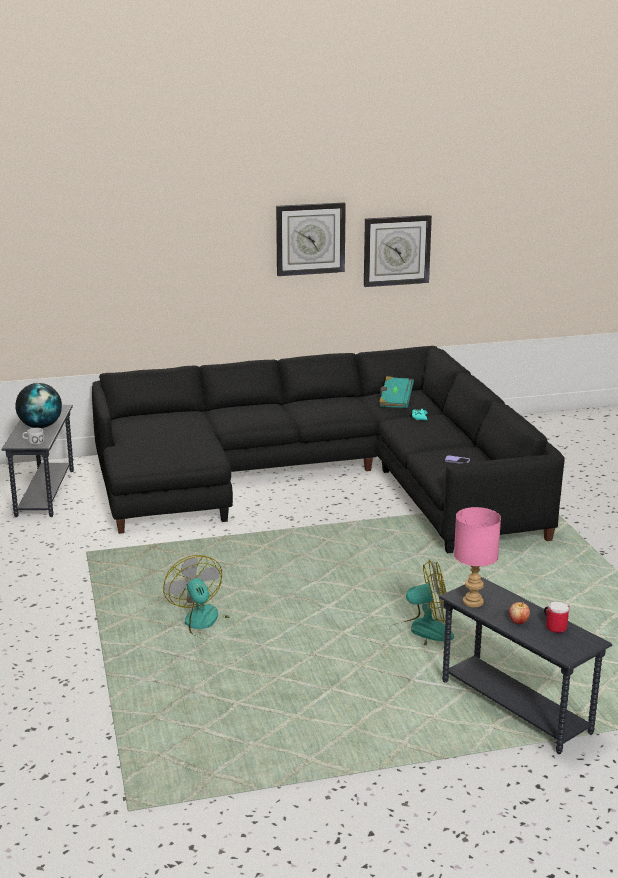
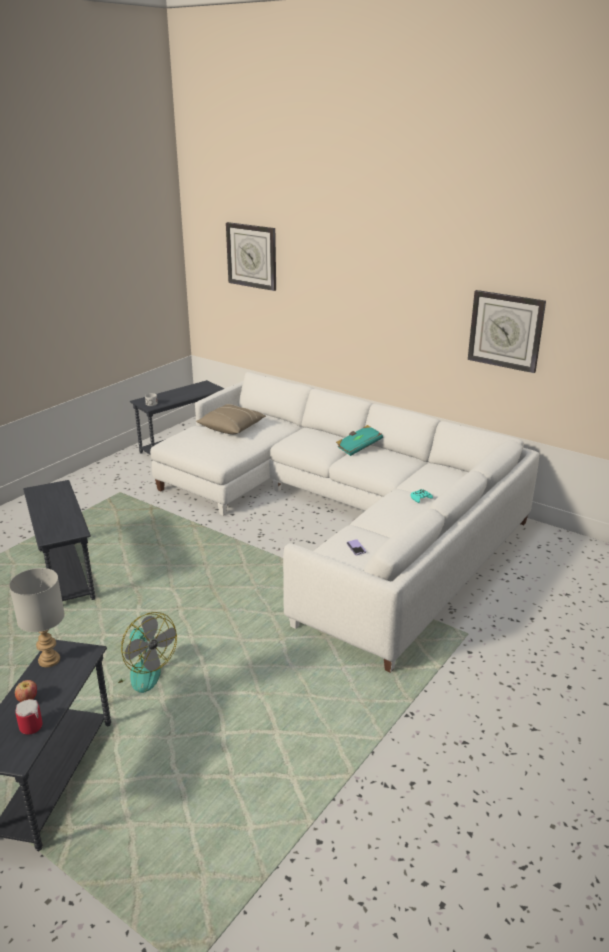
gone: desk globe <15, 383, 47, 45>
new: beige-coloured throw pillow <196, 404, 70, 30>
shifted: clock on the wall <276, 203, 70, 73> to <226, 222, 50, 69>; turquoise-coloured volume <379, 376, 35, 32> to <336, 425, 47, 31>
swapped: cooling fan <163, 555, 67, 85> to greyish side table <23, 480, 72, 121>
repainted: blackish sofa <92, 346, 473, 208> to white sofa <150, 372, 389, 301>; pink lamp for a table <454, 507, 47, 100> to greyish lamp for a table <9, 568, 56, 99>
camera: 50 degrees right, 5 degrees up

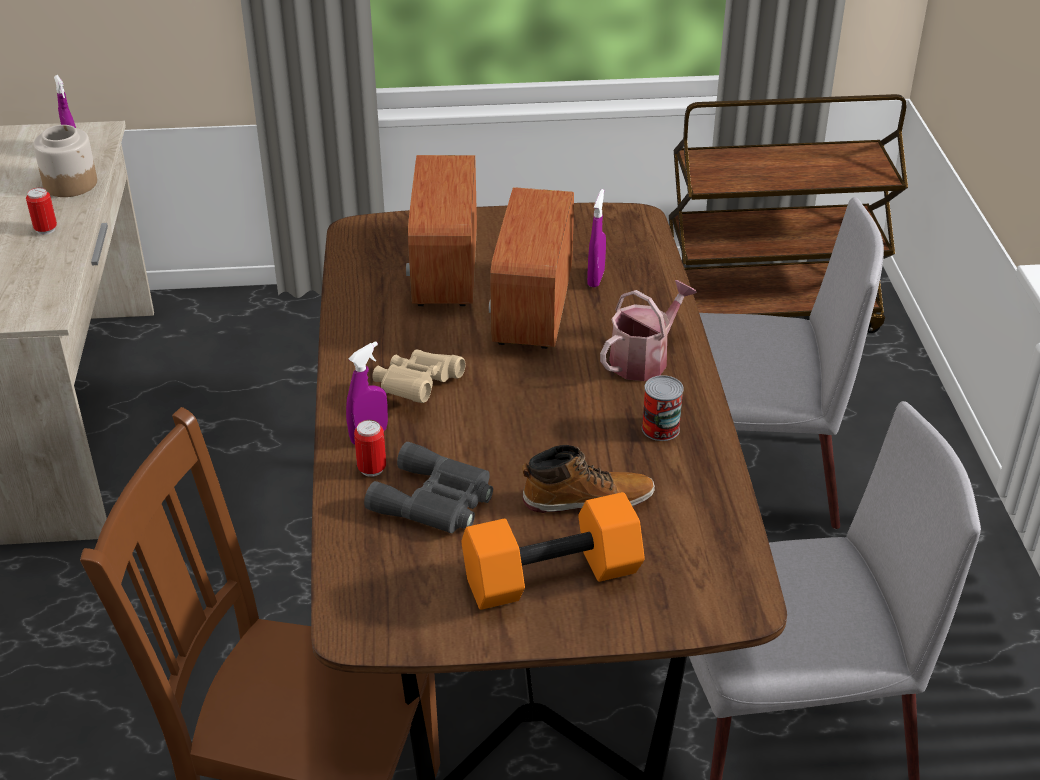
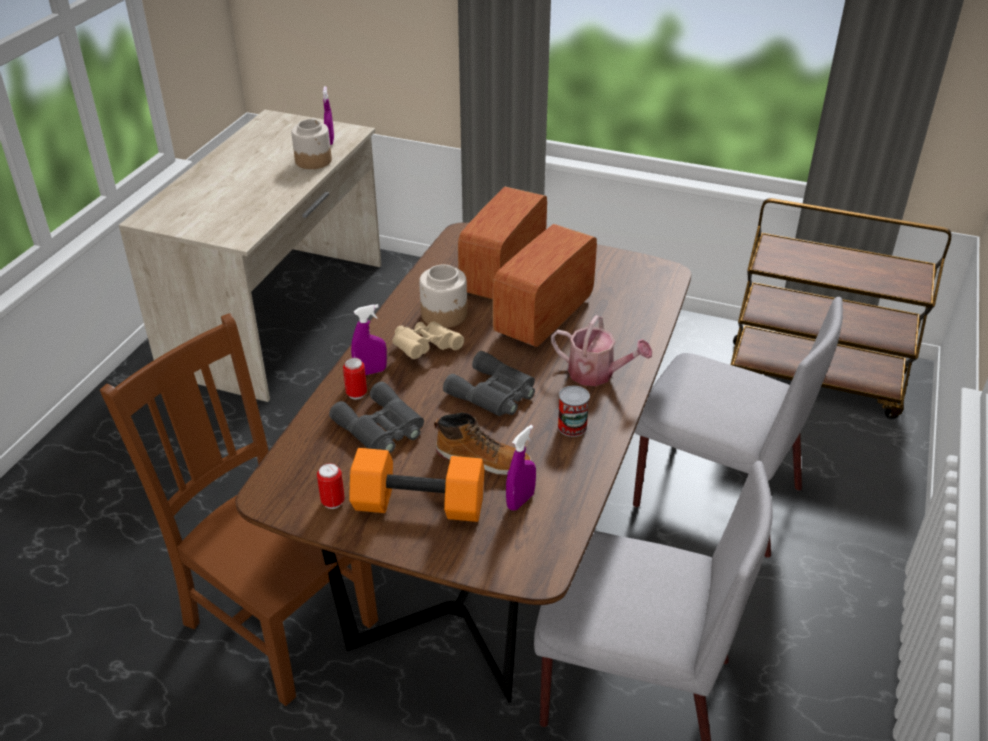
new: preserve jar <419, 264, 48, 64>; greyish field glasses <443, 351, 92, 65>
shifted: metal can <26, 187, 31, 48> to <317, 463, 28, 46>; purple hand sprayer <587, 189, 19, 98> to <506, 425, 30, 86>
rotated: watering pot <600, 280, 97, 101> = <551, 315, 101, 71> 45 degrees clockwise
camera: 25 degrees right, 0 degrees up

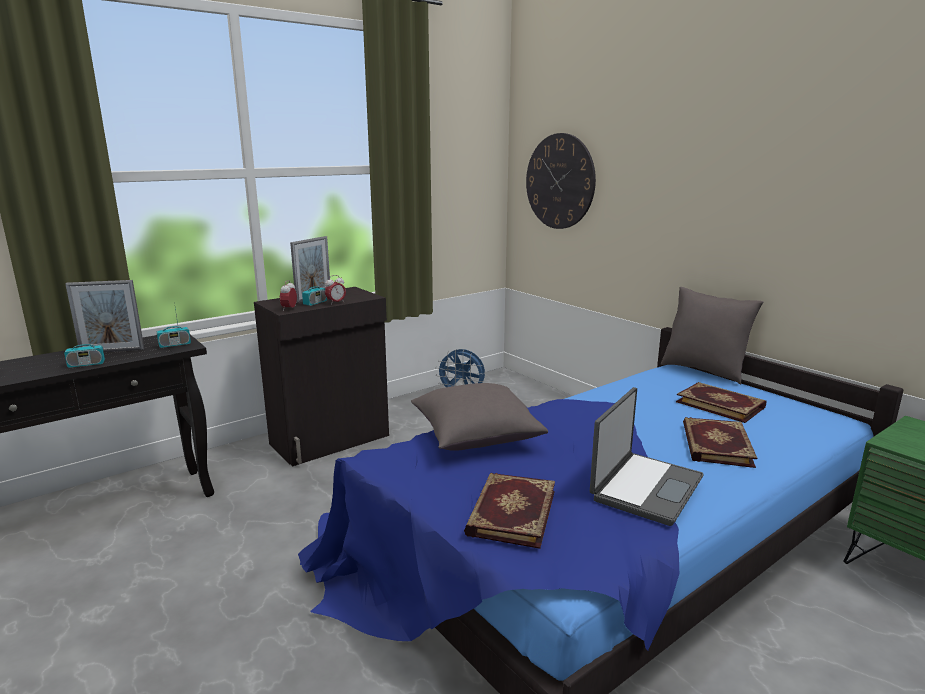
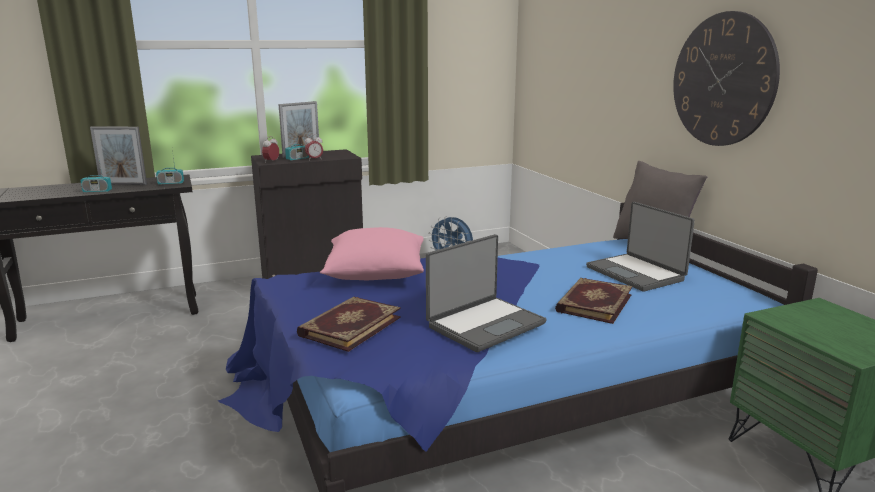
shifted: clock on the wall <526, 133, 70, 96> to <673, 11, 107, 135>
swapped: volume <676, 382, 90, 41> to notebook computer <586, 202, 109, 89>
repainted: greyish throw pillow <411, 383, 137, 68> to pink throw pillow <320, 227, 104, 53>
camera: 15 degrees right, 0 degrees up

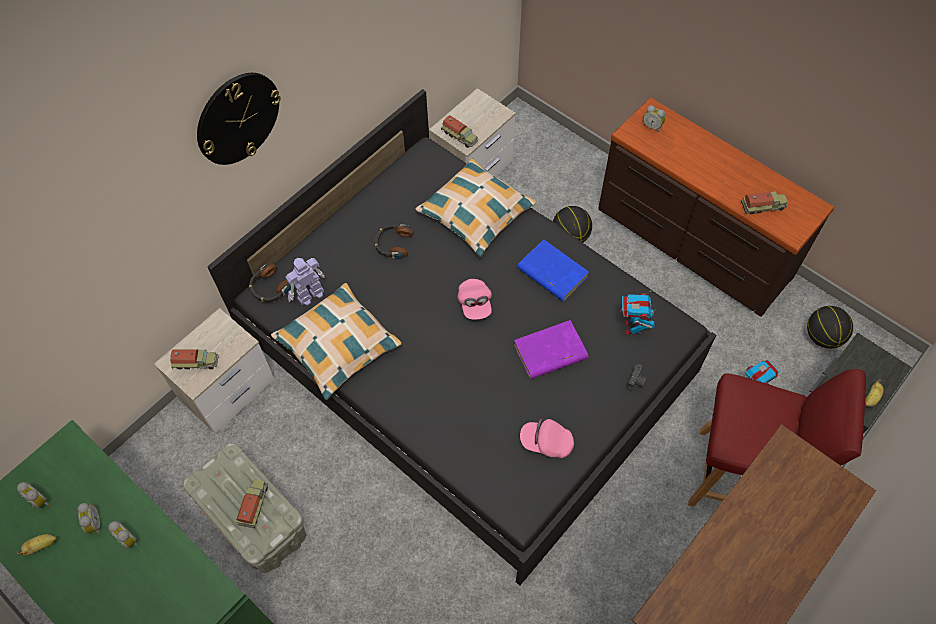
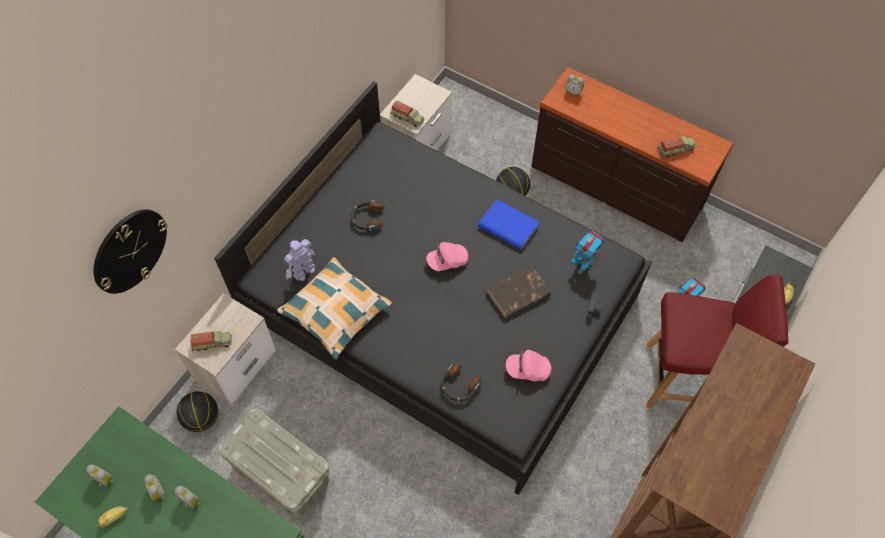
gone: throw pillow <415, 158, 121, 99>; model truck <236, 479, 32, 49>
shifted: clock on the wall <197, 73, 84, 92> to <93, 210, 74, 84>; headset <249, 264, 42, 38> to <441, 363, 40, 39>; basketball ball <807, 306, 46, 43> to <177, 391, 41, 41>
repainted: purple volume <514, 320, 74, 59> to brown volume <487, 265, 64, 54>
rotated: pink baseball cap <457, 279, 35, 41> = <426, 242, 42, 29> 90 degrees clockwise; robot figure <621, 288, 35, 47> = <571, 231, 33, 40> 135 degrees clockwise
camera: 10 degrees left, 0 degrees up

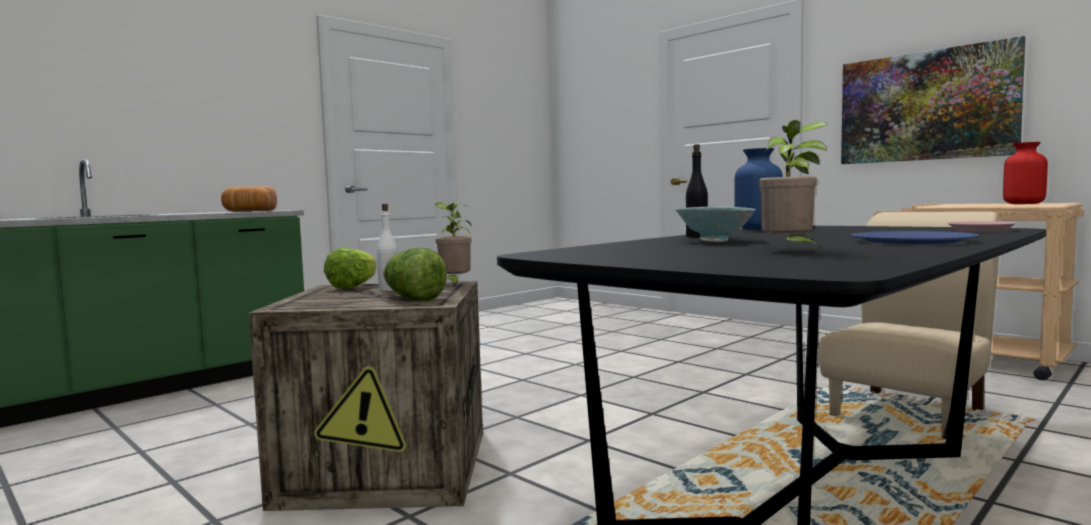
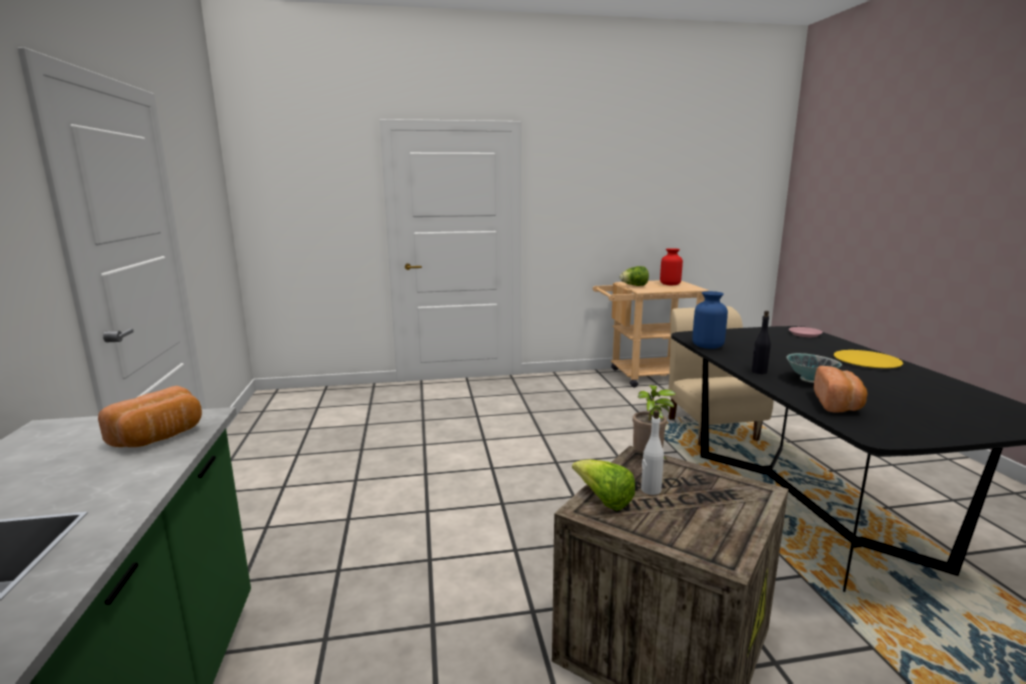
gone: wall art <841, 36, 185, 128>; potted plant <758, 120, 71, 132>
new: bread <814, 366, 53, 47>
shifted: head of lettuce <383, 248, 64, 53> to <620, 266, 29, 20>
repainted: bluish flat dish <850, 231, 129, 13> to yellowish flat dish <834, 350, 69, 18>
camera: 55 degrees left, 10 degrees up

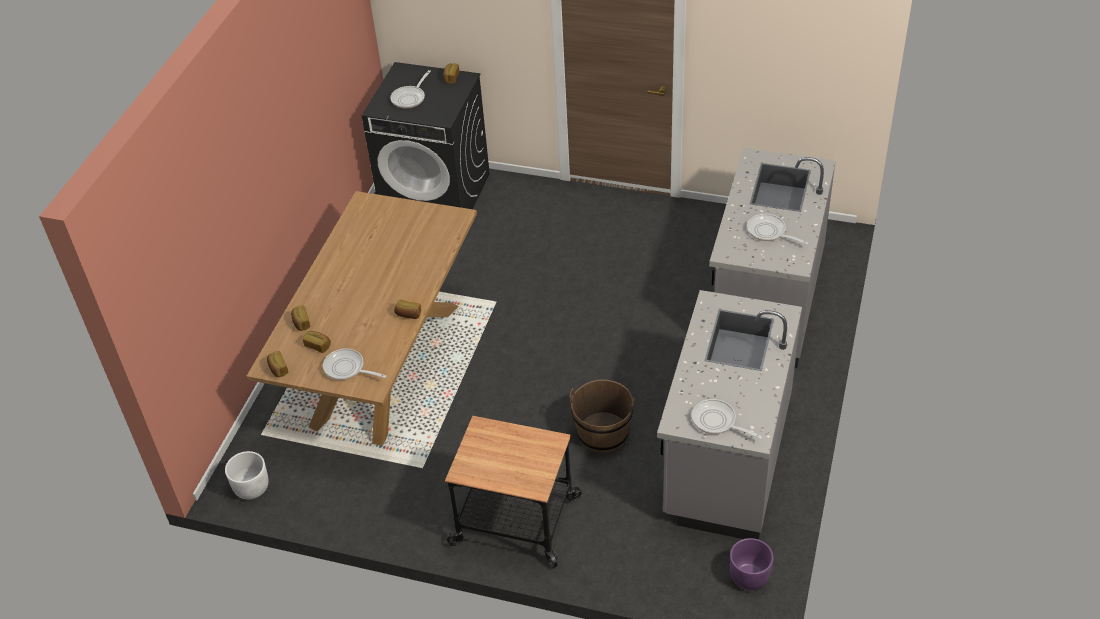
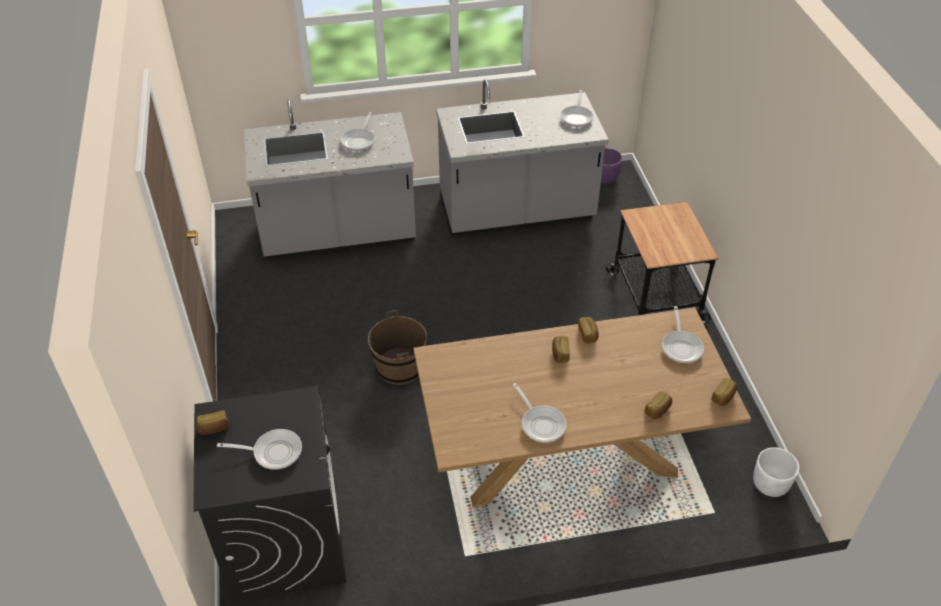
new: frying pan <513, 383, 54, 60>
shifted: bread <303, 331, 28, 22> to <552, 336, 18, 27>; brown water bucket <570, 380, 64, 73> to <368, 310, 59, 75>
camera: 120 degrees left, 0 degrees up

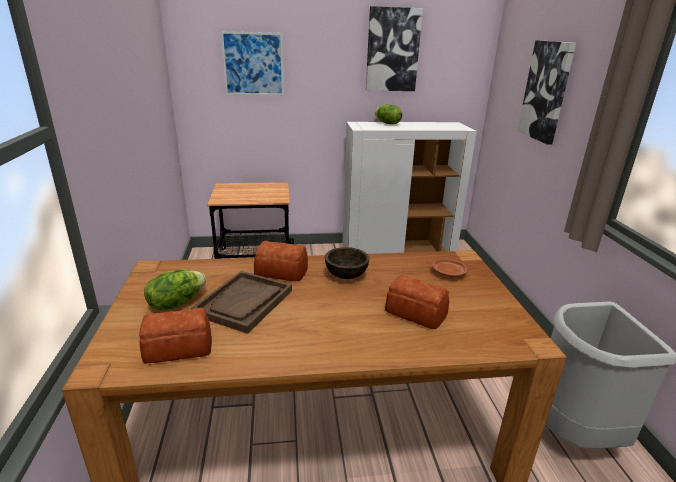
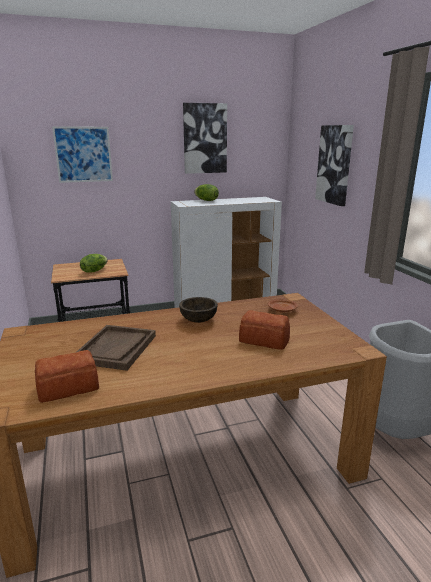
gone: bread <254, 241, 54, 40>
shifted: head of lettuce <144, 269, 62, 41> to <80, 254, 28, 19>
camera: 10 degrees left, 5 degrees down

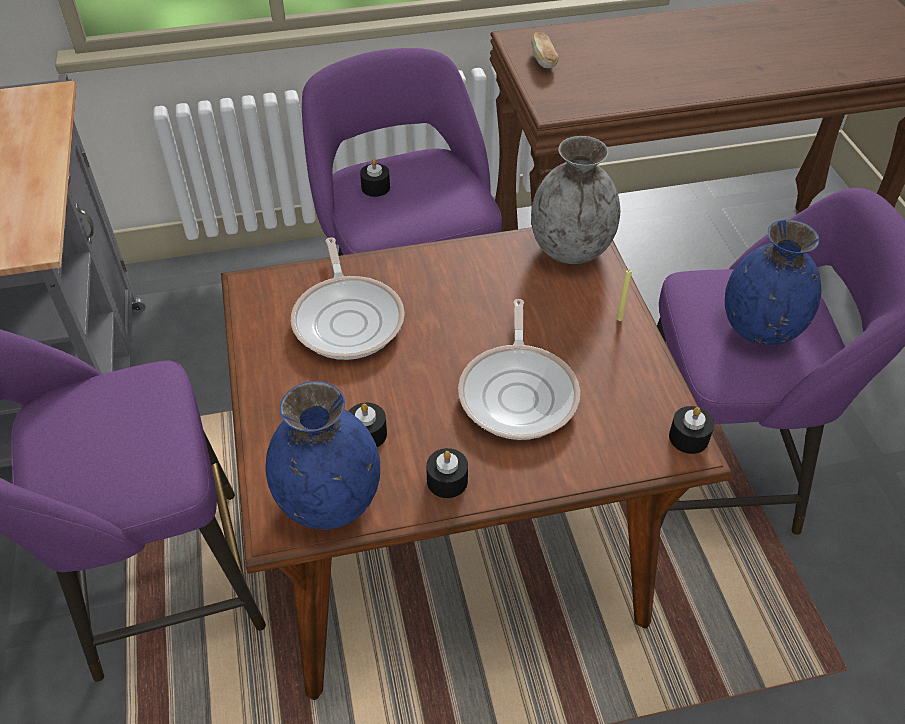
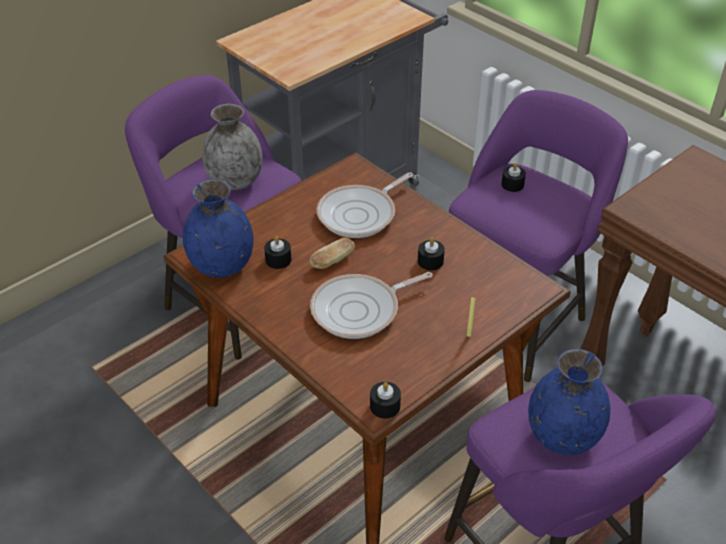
shifted: bread <531, 32, 27, 36> to <310, 238, 45, 31>; greyish decorative vase <531, 136, 89, 128> to <202, 104, 60, 86>; blackish candle <426, 448, 42, 50> to <418, 238, 27, 32>
camera: 60 degrees right, 5 degrees down

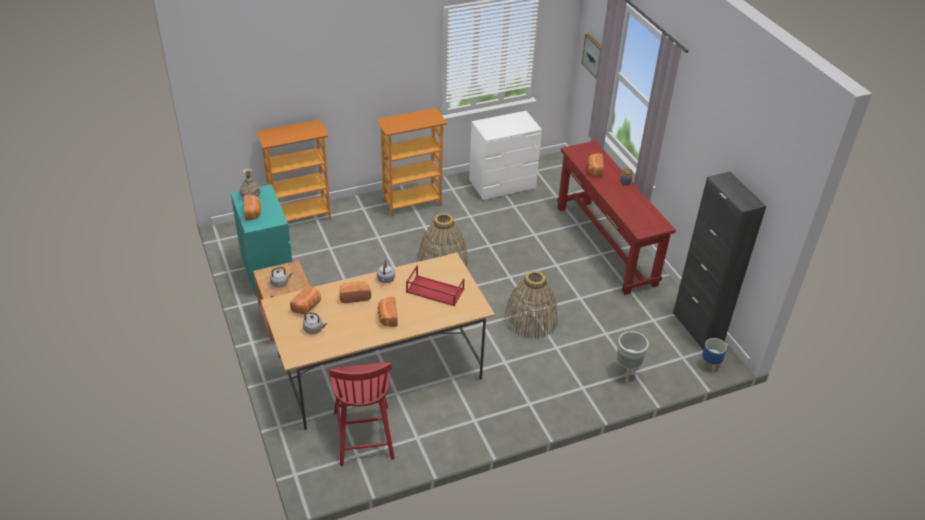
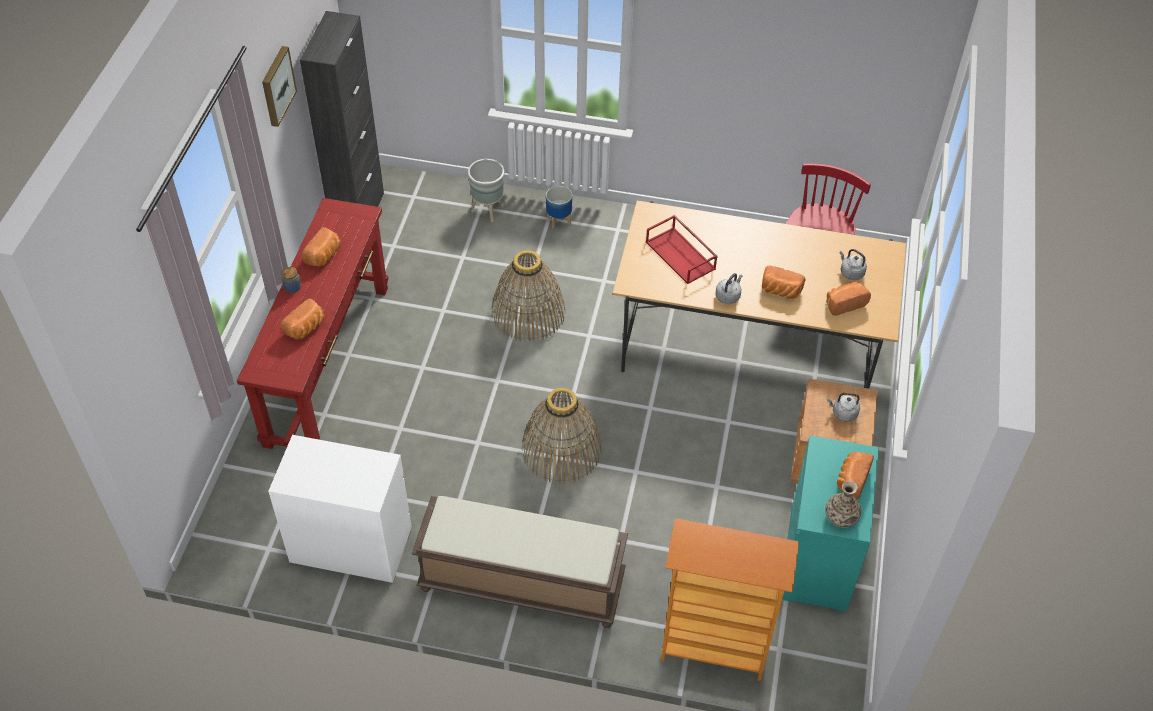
shifted: wall art <581, 34, 20, 45> to <262, 46, 35, 81>; bread <378, 297, 20, 30> to <302, 227, 38, 40>; planter <700, 338, 27, 35> to <546, 186, 26, 43>
swapped: shelving unit <377, 108, 70, 109> to brown long seat <412, 496, 216, 132>
camera: 145 degrees left, 10 degrees up

